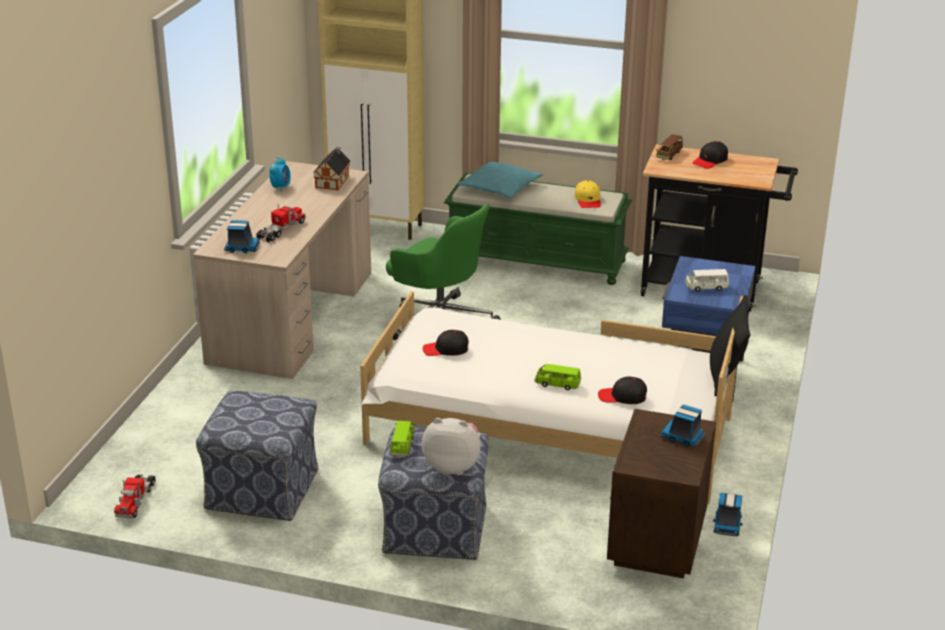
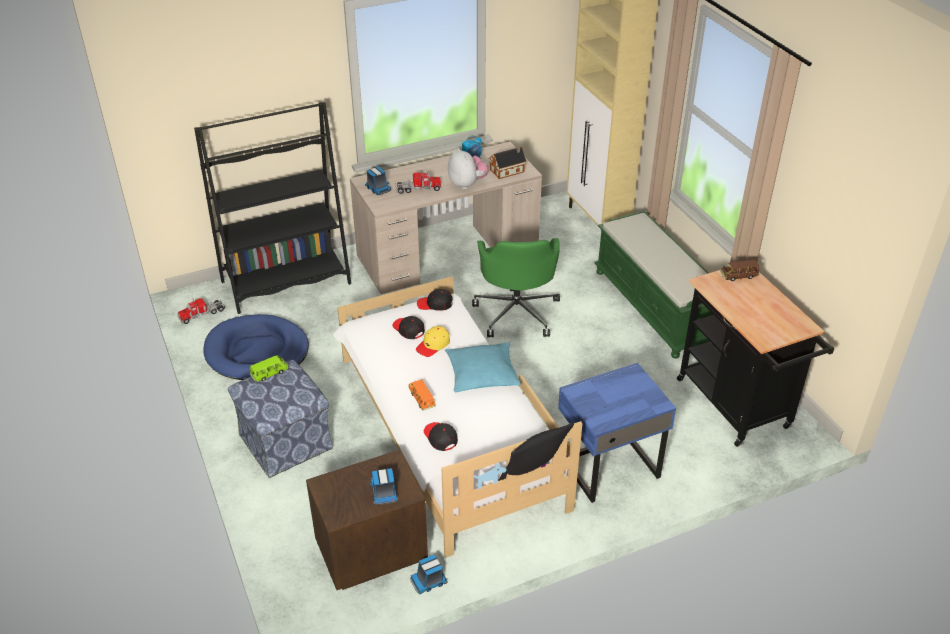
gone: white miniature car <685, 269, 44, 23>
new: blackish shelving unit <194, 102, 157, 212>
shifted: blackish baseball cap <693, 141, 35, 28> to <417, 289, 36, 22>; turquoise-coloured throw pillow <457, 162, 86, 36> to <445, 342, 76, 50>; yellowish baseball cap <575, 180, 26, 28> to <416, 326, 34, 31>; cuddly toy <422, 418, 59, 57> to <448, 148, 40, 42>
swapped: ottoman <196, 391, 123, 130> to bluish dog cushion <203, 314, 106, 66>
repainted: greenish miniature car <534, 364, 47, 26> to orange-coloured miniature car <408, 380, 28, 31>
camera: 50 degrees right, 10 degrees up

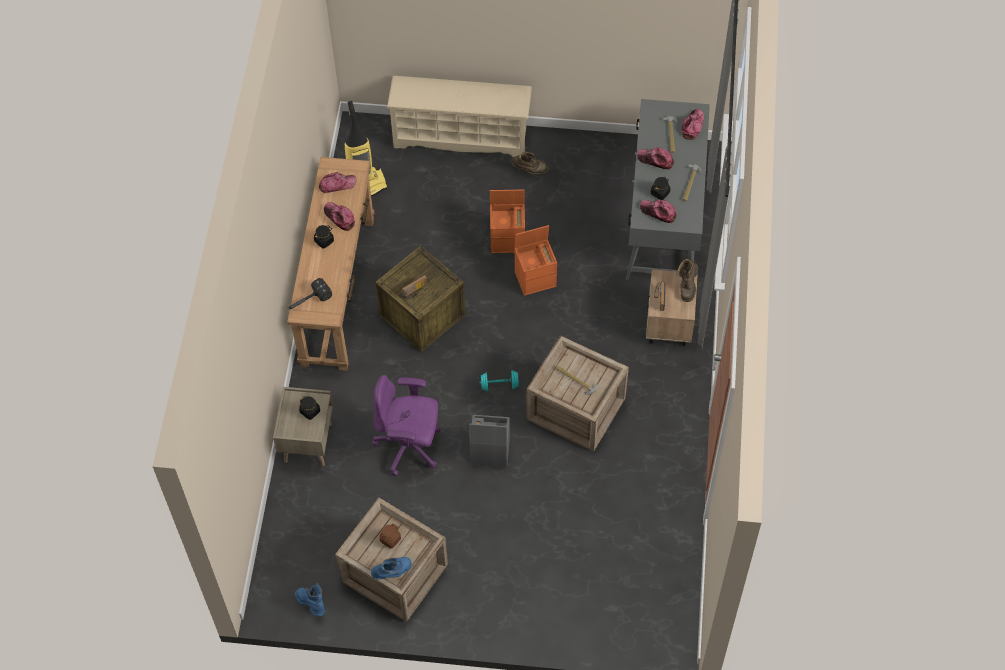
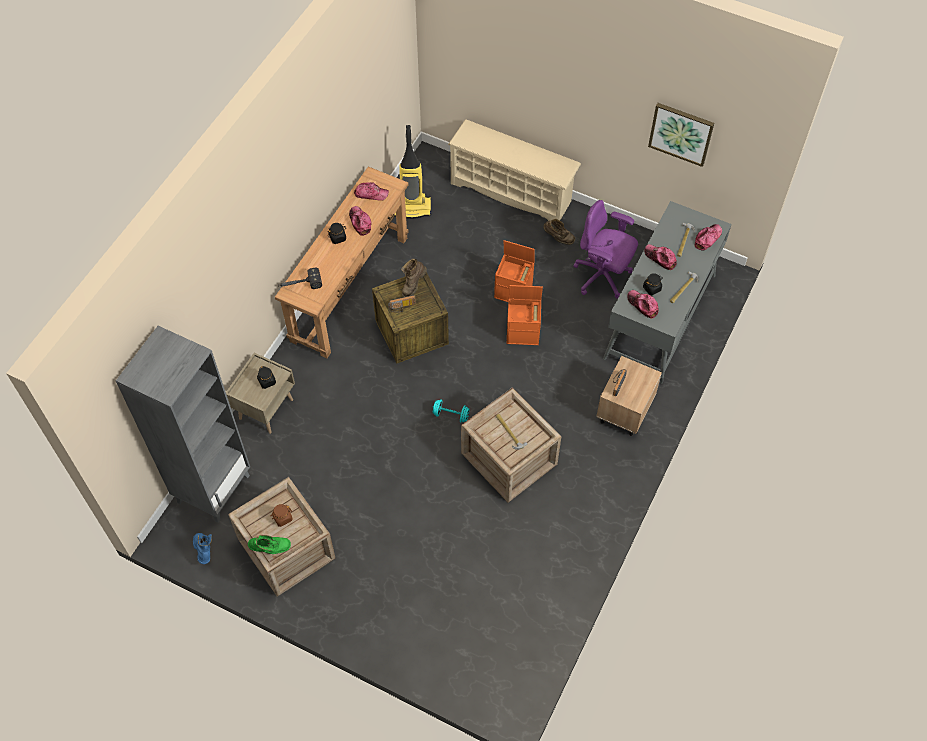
gone: greyish storage container <469, 415, 41, 52>
new: wall art <648, 103, 66, 64>; greyish shelving unit <116, 326, 134, 197>
shifted: brown boot <676, 259, 22, 43> to <401, 259, 26, 38>; purple desk chair <372, 375, 69, 101> to <574, 200, 64, 99>
repainted: bluish boot <371, 557, 41, 23> to greenish boot <248, 535, 43, 19>
camera: 20 degrees right, 0 degrees up

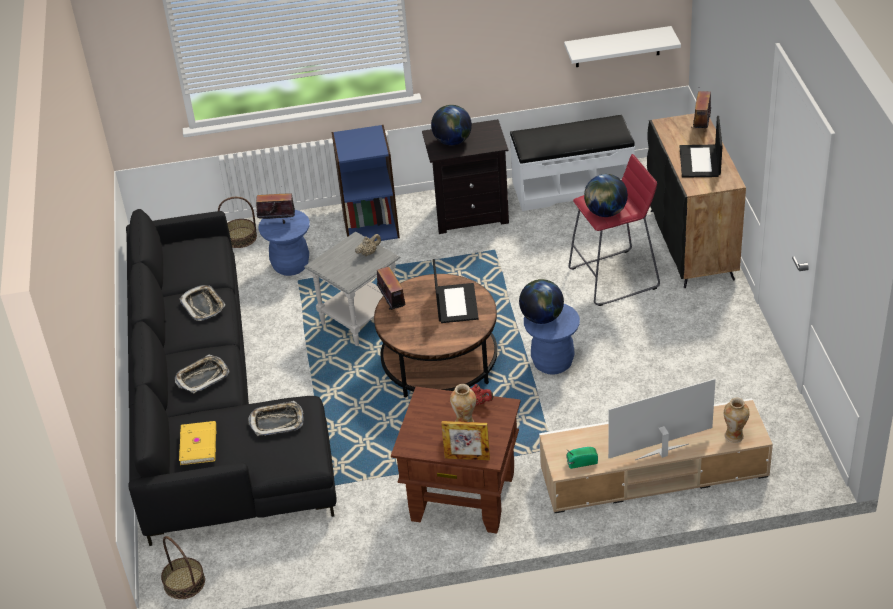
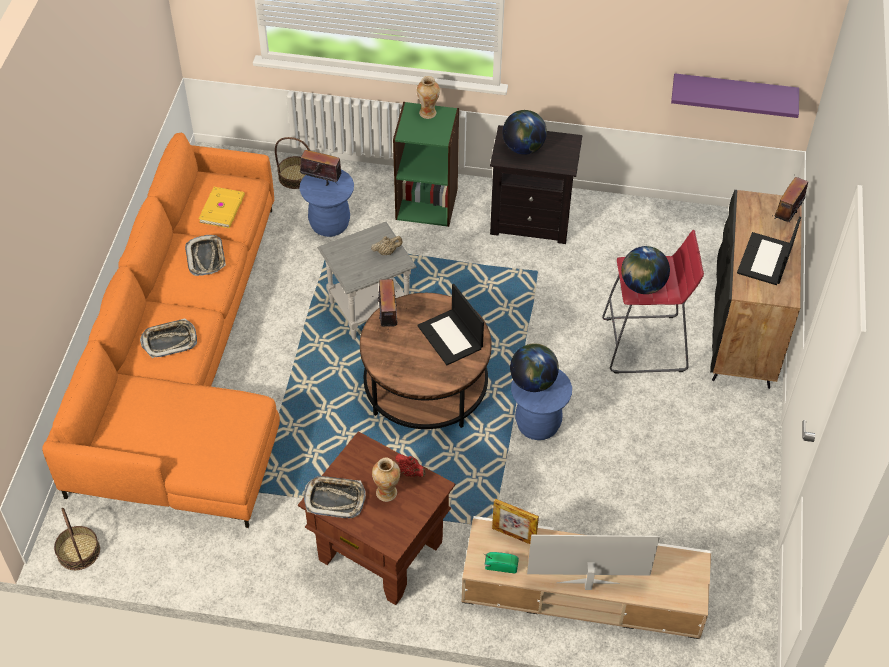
gone: white long seat <510, 115, 125, 96>
shifted: decorative vase <724, 398, 26, 45> to <417, 76, 23, 43>; carrying tray <248, 401, 56, 35> to <303, 476, 63, 42>; yellowish volume <179, 421, 38, 44> to <198, 187, 47, 41>; picture frame <441, 421, 49, 39> to <492, 499, 47, 45>
repainted: white shelf <564, 26, 117, 41> to purple shelf <671, 73, 128, 45>; bluish shelving unit <332, 125, 68, 116> to greenish shelving unit <393, 102, 66, 125>; blackish sofa <126, 209, 211, 337> to orange-coloured sofa <42, 133, 238, 395>
rotated: notebook computer <433, 259, 46, 64> = <418, 284, 66, 81> 135 degrees clockwise
camera: 15 degrees right, 10 degrees up

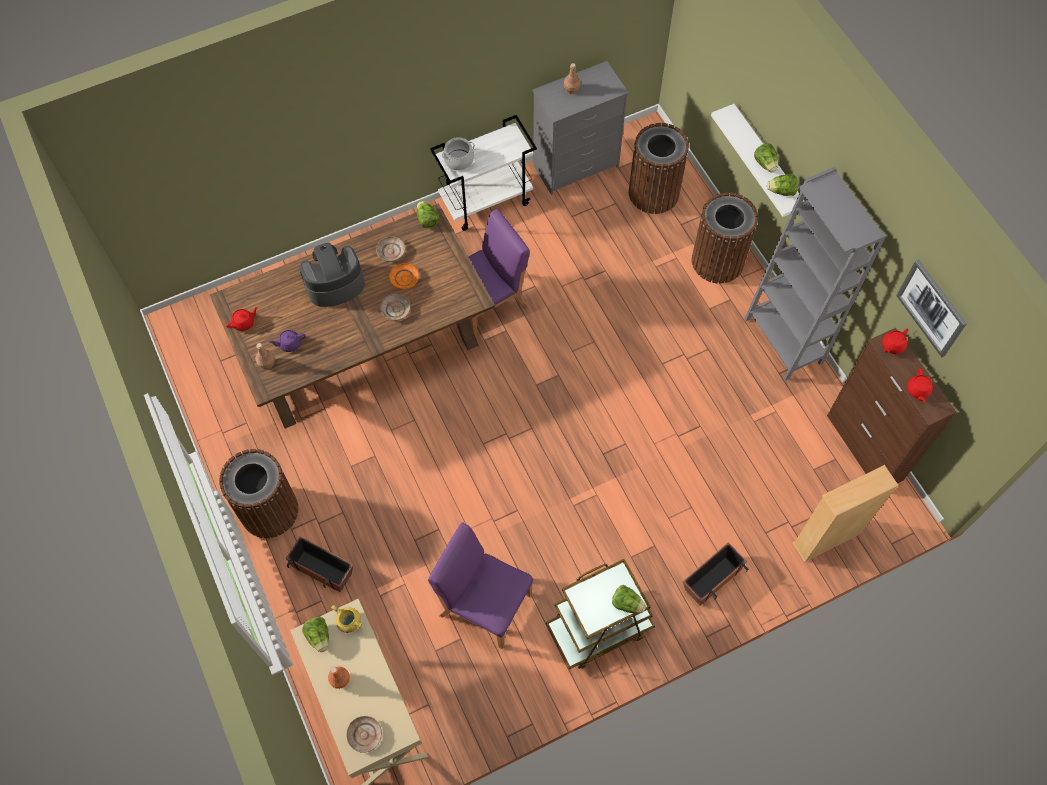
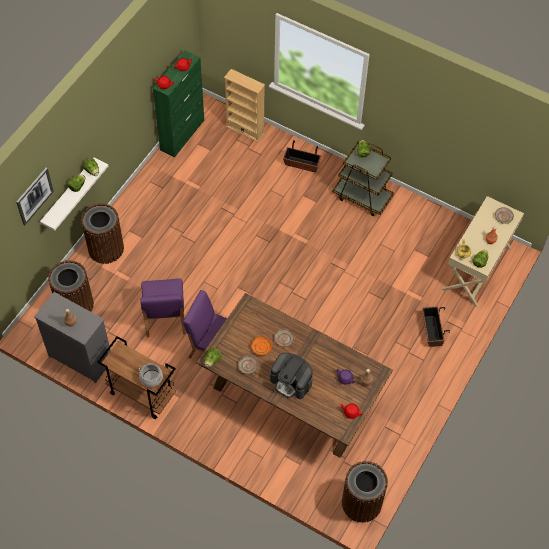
gone: greyish shelving unit <744, 167, 142, 214>
shifted: wall art <896, 259, 71, 98> to <16, 168, 38, 57>; brown waste bin <219, 449, 79, 89> to <342, 461, 46, 62>; purple chair <428, 522, 105, 127> to <140, 278, 46, 59>
repainted: white cart <430, 115, 107, 116> to brown cart <97, 336, 79, 83>; brown cabinet <827, 328, 129, 155> to greenish cabinet <153, 50, 51, 107>
camera: 125 degrees left, 5 degrees down

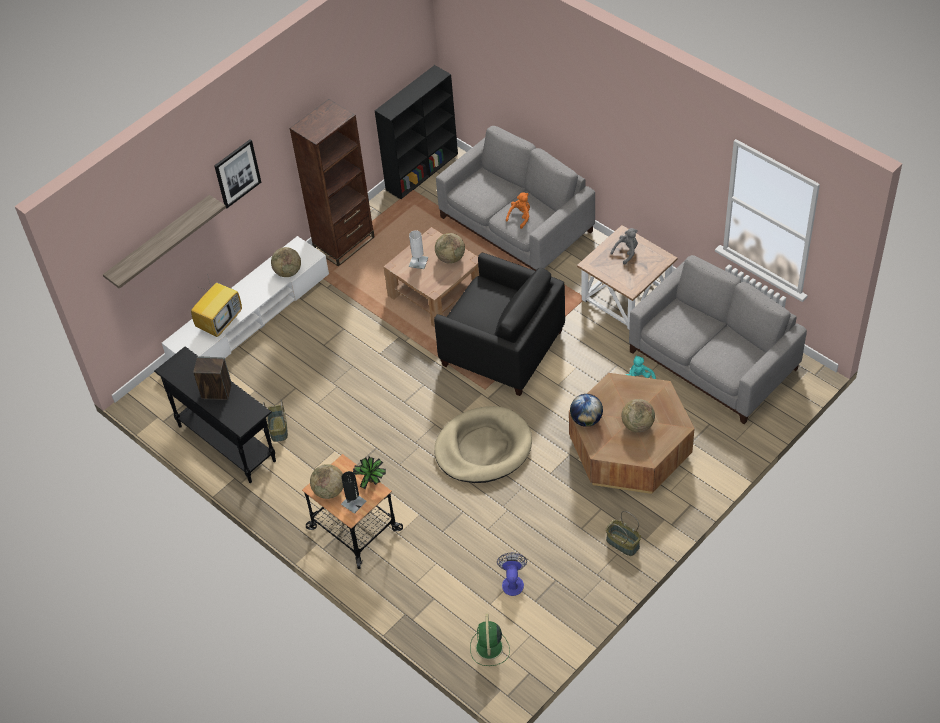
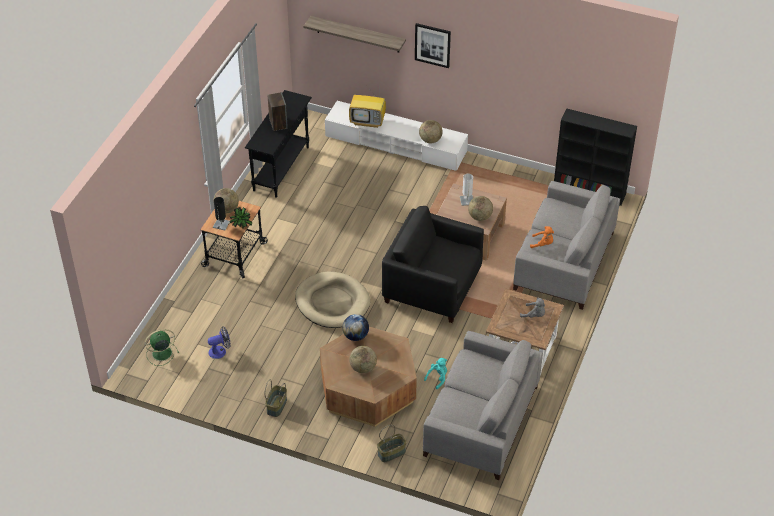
gone: brown shelving unit <289, 99, 86, 167>
shifted: storage basket <263, 399, 25, 43> to <377, 425, 29, 37>
rotated: blackish armchair <434, 253, 131, 143> = <382, 206, 102, 117> 105 degrees clockwise
camera: 65 degrees right, 5 degrees down

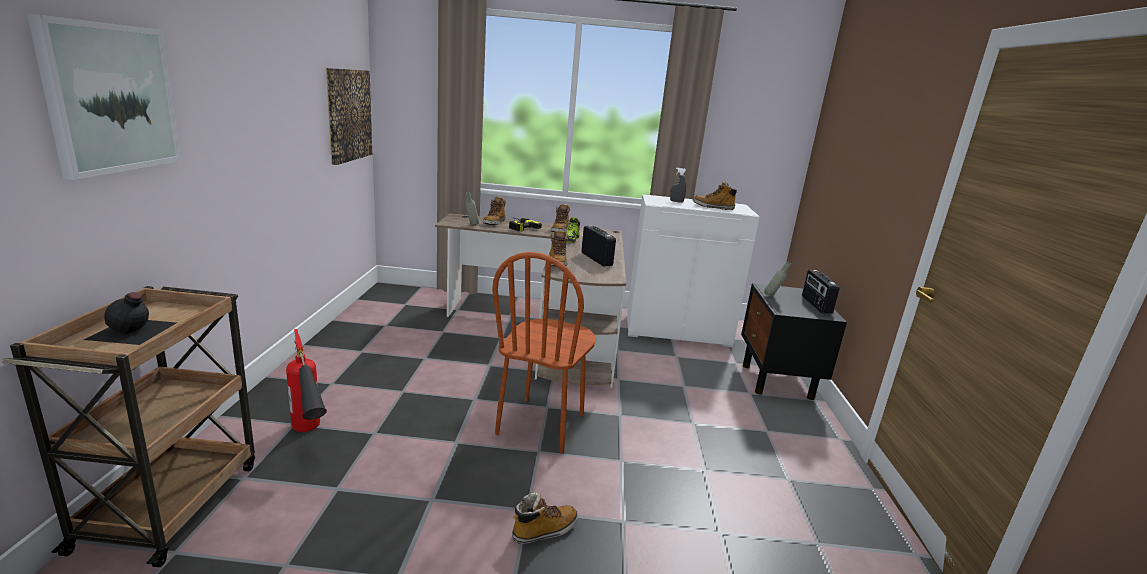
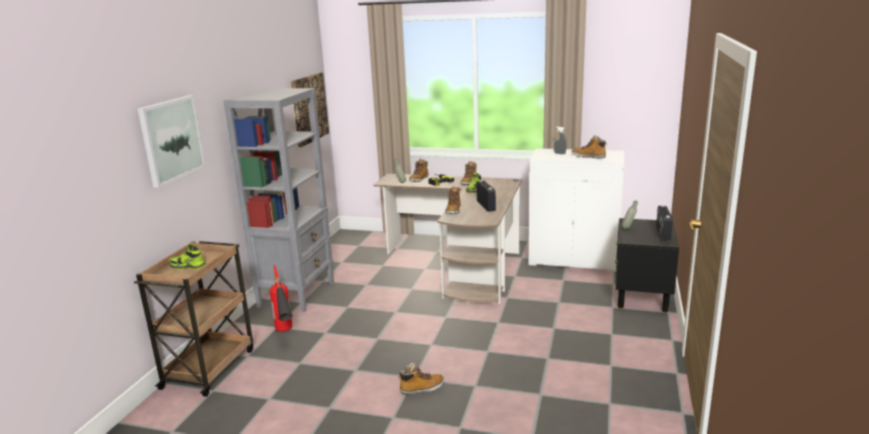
gone: brown chair <492, 252, 104, 202>
new: greyish shelving unit <223, 88, 111, 224>
swapped: blackish drink bottle <84, 292, 92, 53> to shoe <169, 244, 37, 25>
camera: 15 degrees right, 0 degrees up

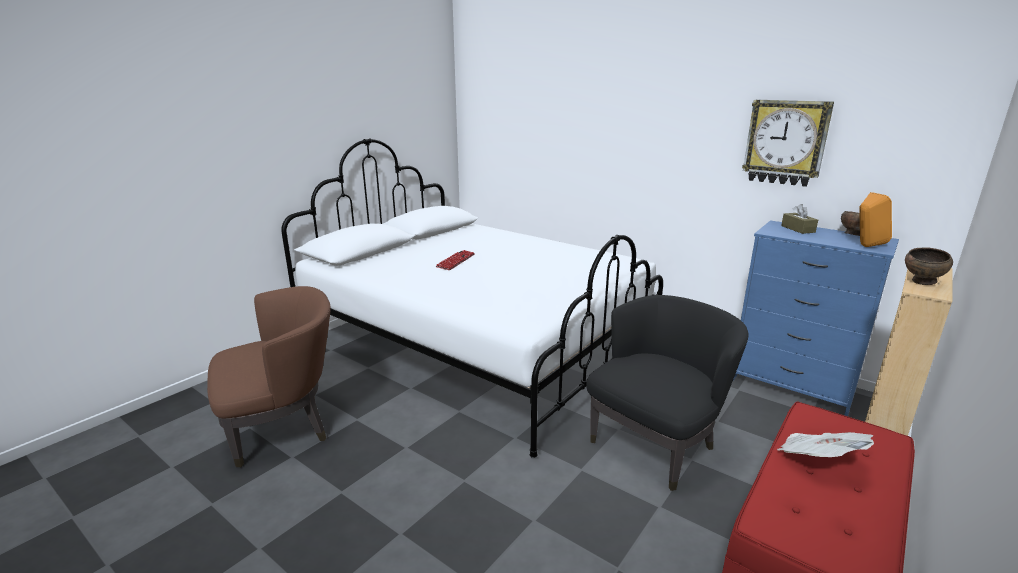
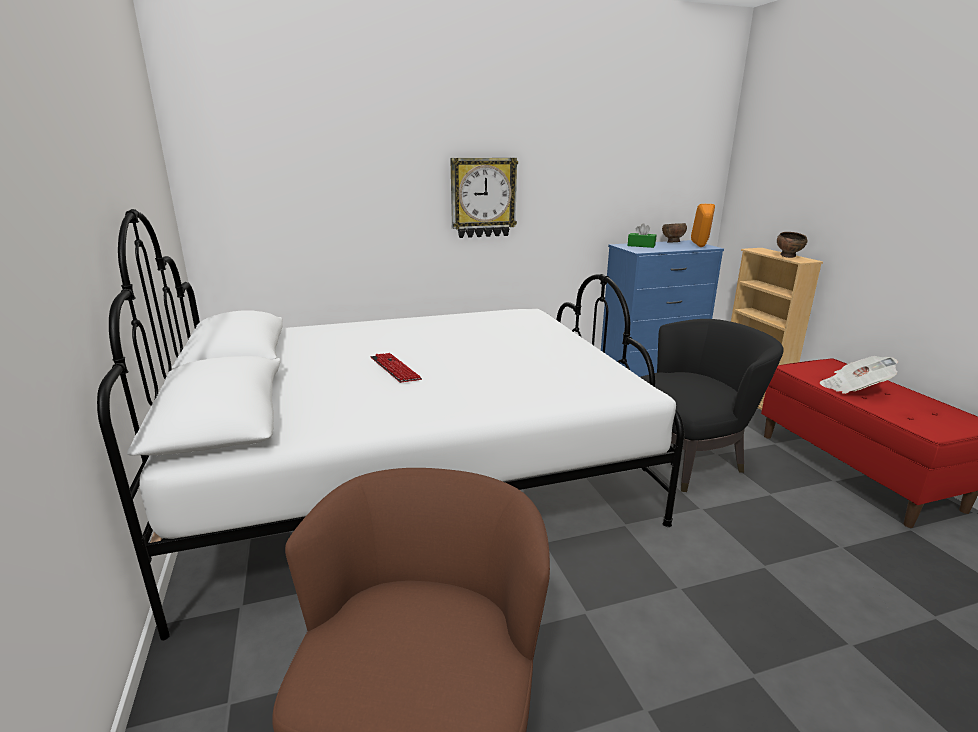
shifted: clock on the wall <742, 100, 92, 87> to <450, 158, 68, 80>
repainted: brown tissue box <781, 204, 37, 30> to greenish tissue box <628, 223, 28, 25>
rotated: blackish armchair <586, 295, 162, 196> = <640, 319, 144, 173> 75 degrees clockwise
camera: 55 degrees left, 0 degrees up

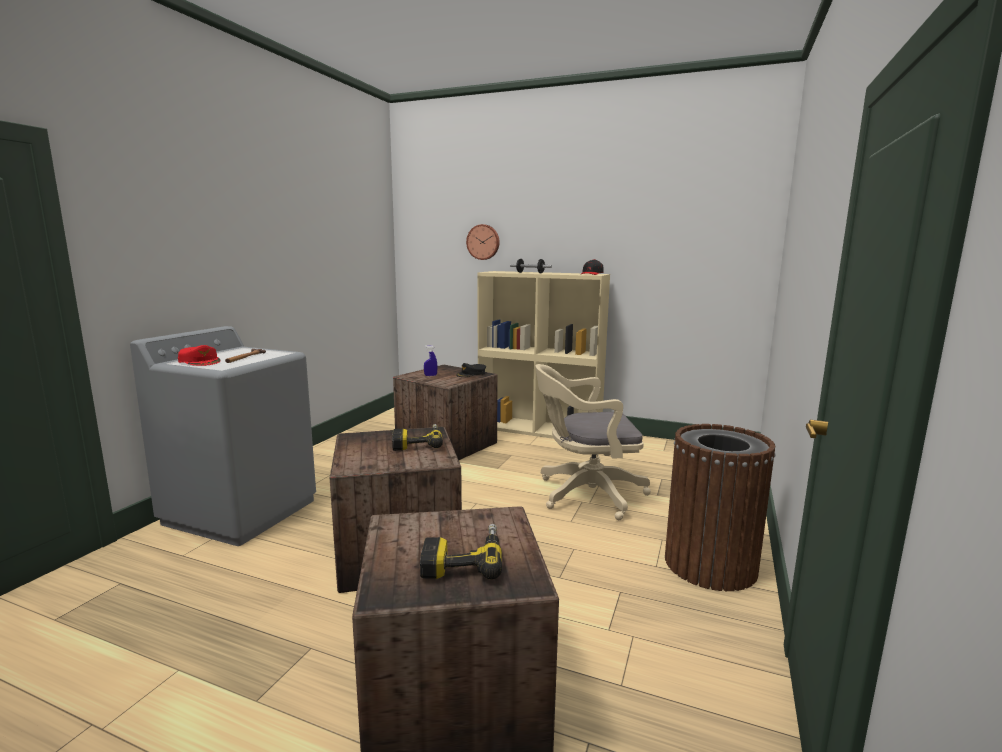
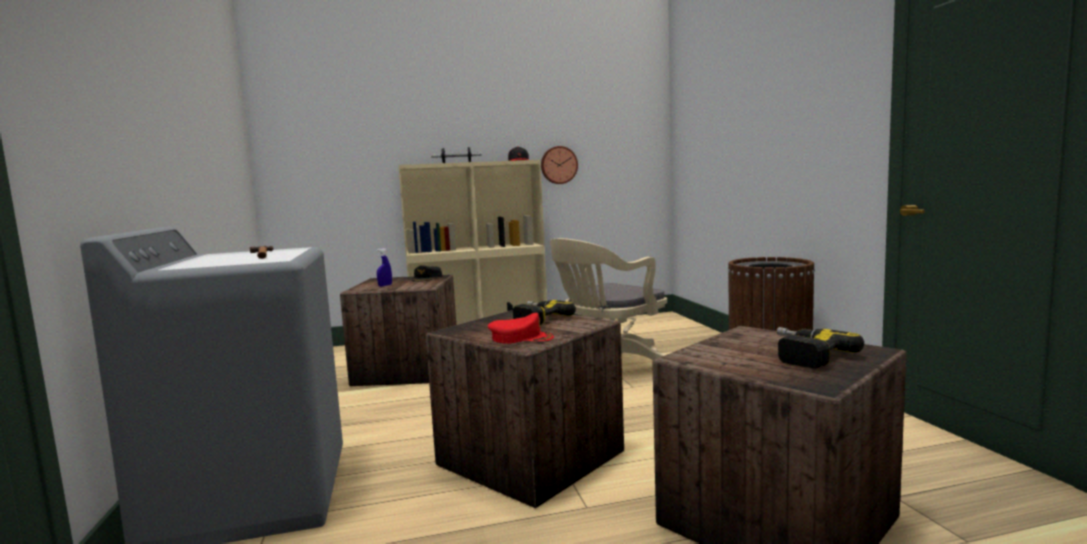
shifted: clock on the wall <466, 224, 34, 36> to <541, 146, 37, 38>; reddish baseball cap <178, 345, 43, 21> to <488, 313, 66, 31>
camera: 35 degrees left, 5 degrees down

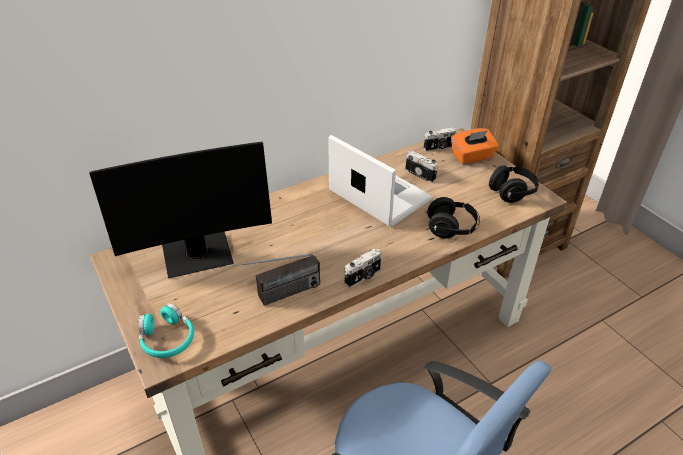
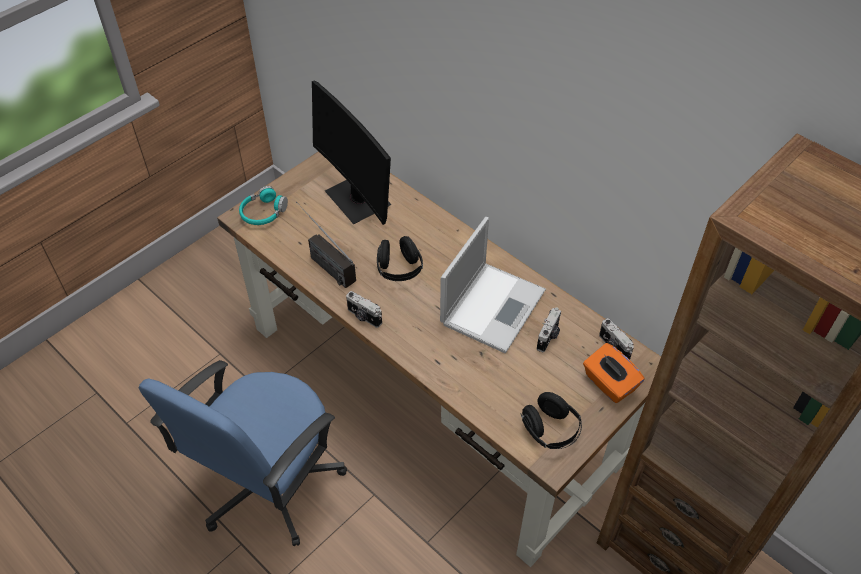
shifted: blackish headset <427, 197, 53, 42> to <377, 236, 46, 45>
camera: 75 degrees right, 10 degrees up

